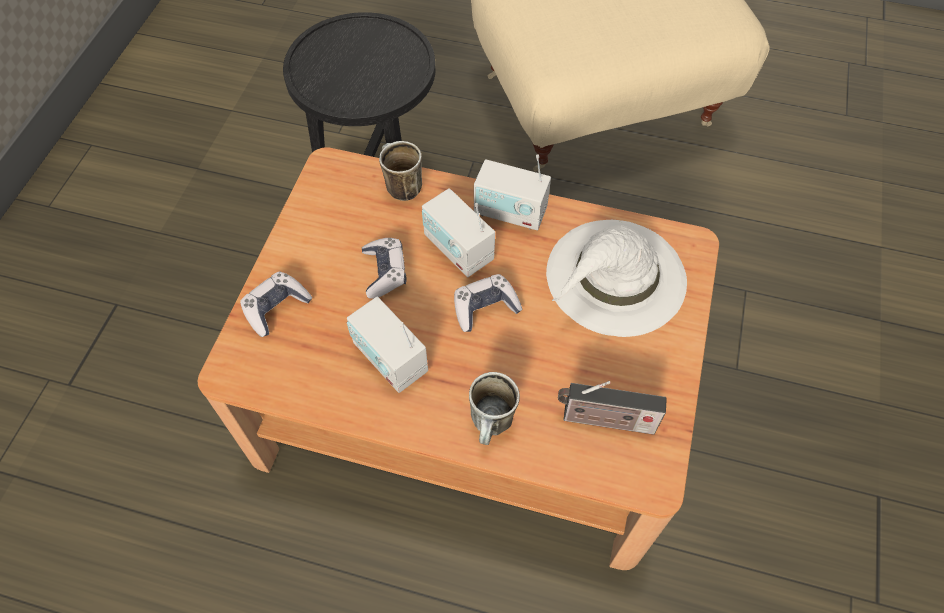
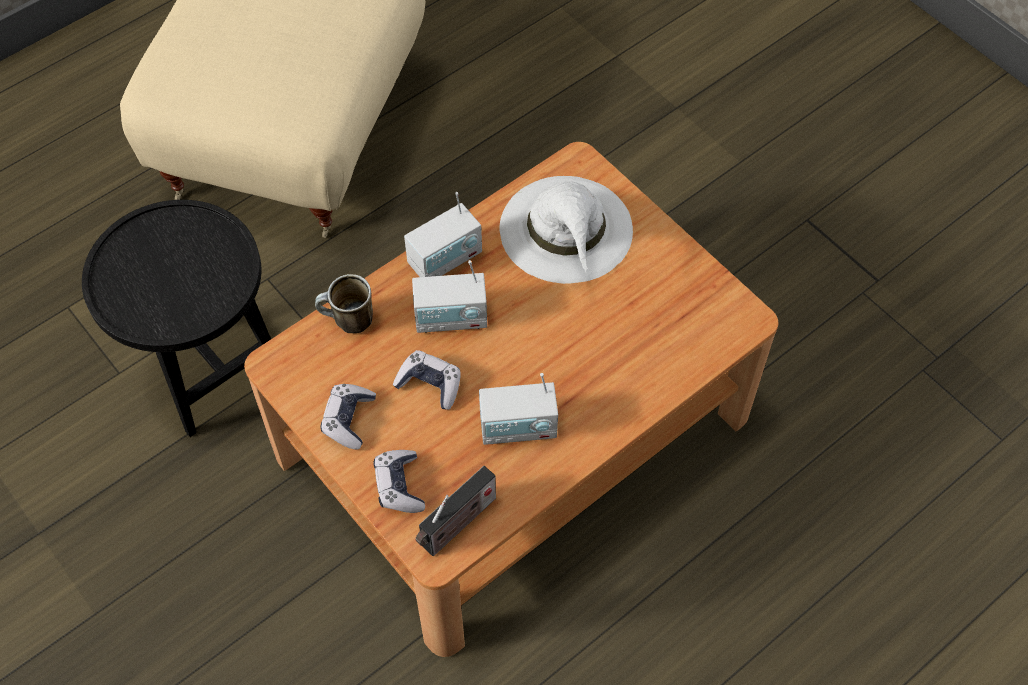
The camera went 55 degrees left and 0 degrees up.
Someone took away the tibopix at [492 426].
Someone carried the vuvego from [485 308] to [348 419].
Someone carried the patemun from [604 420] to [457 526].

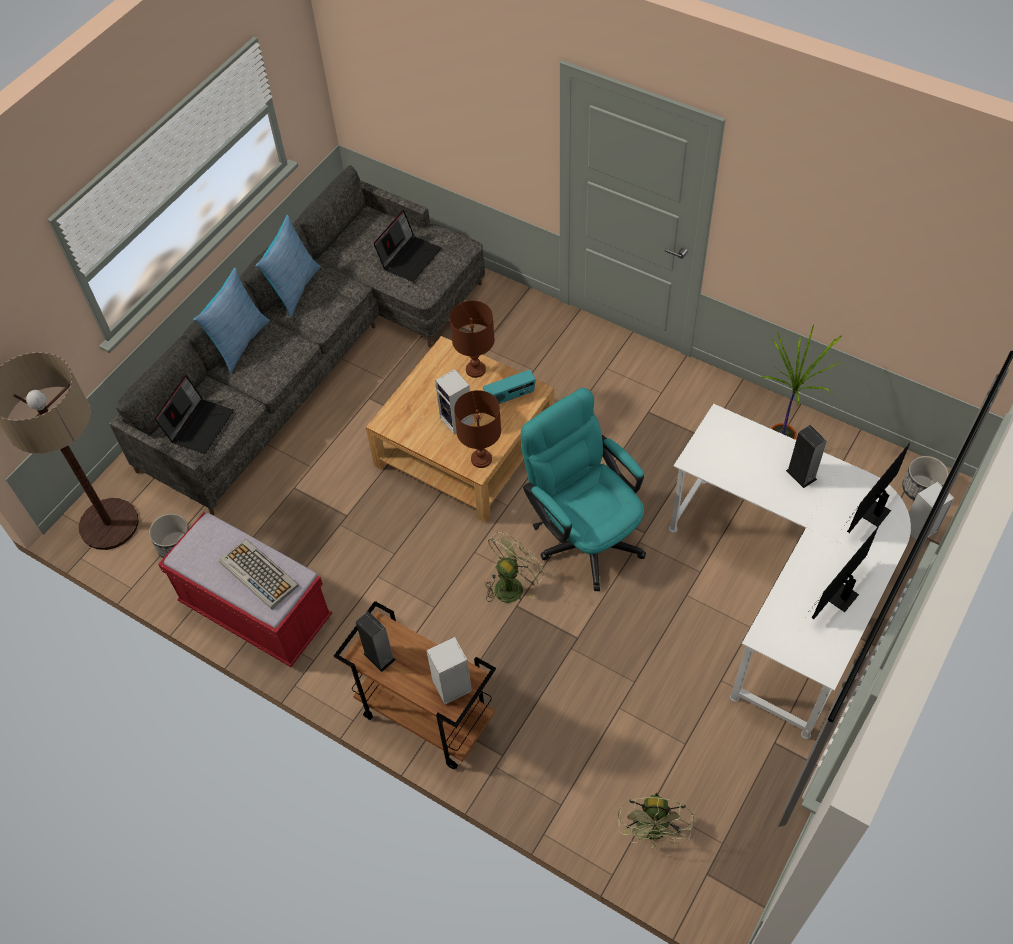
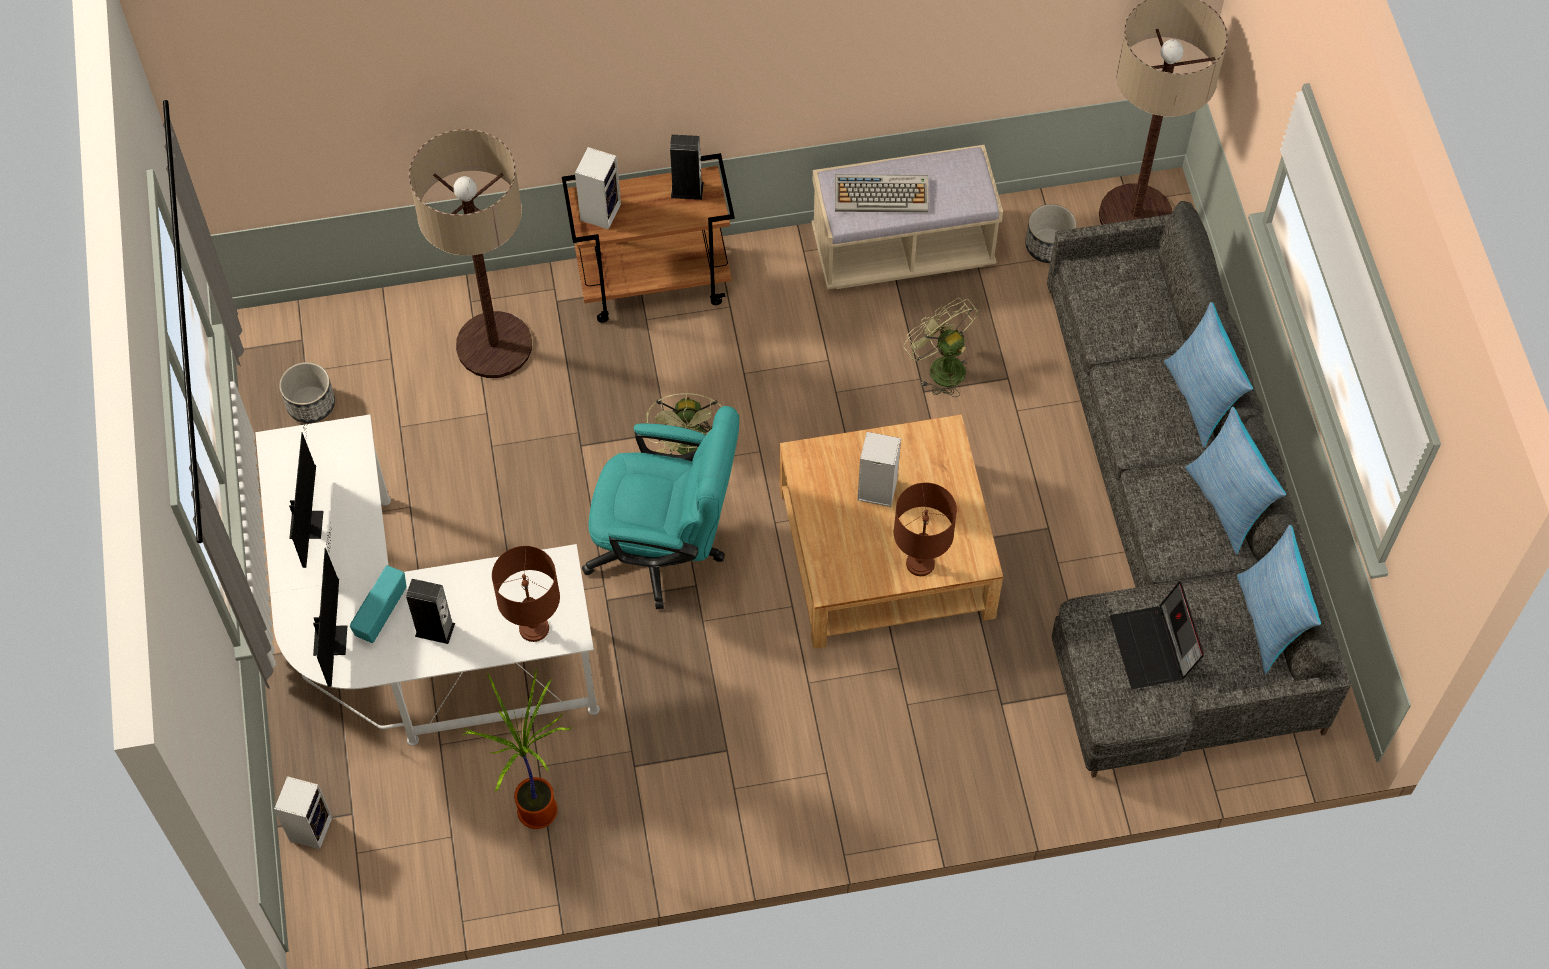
The camera went 135 degrees right and 5 degrees up.
Someone took away the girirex at [199 425].
Someone put down the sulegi at [494 345].
Someone put down the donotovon at [1269 621].
Someone carried the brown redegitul from [481 459] to [534 628].
Someone carried the patemun from [510 397] to [381 613].
Someone carried the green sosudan from [653 831] to [940 367].
Someone carried the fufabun from [921 488] to [310 404].
Someone repainted the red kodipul at [256 611], which became the beige kodipul at [902 249].

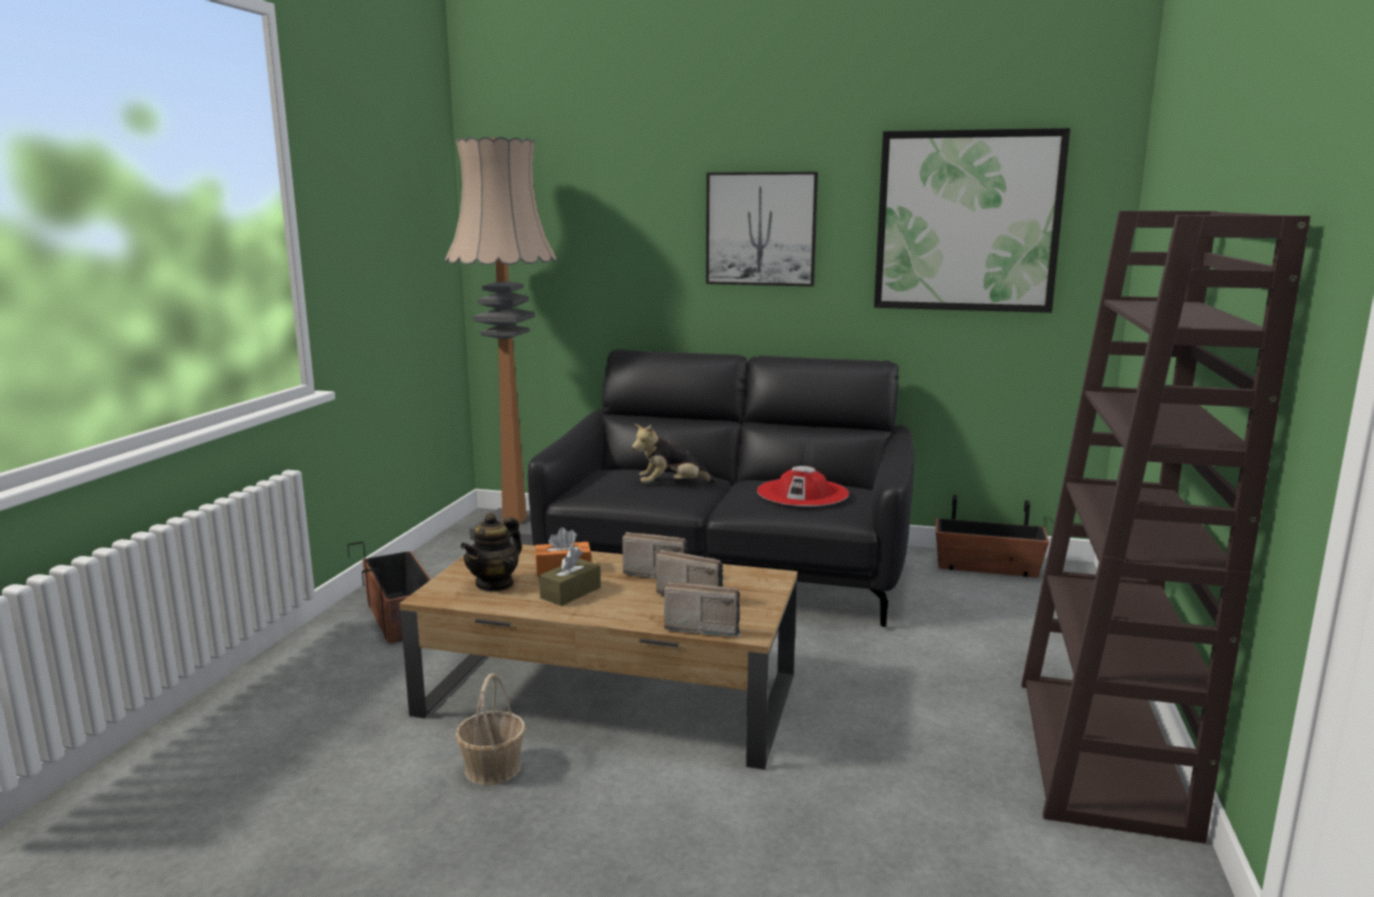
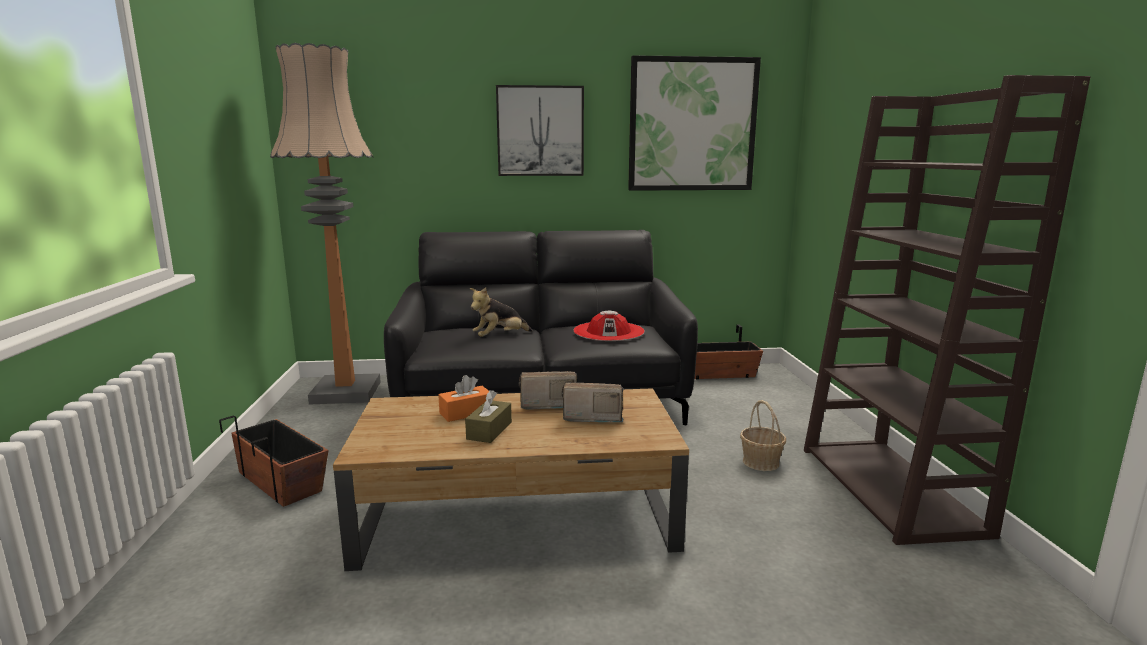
The camera went 20 degrees left and 0 degrees up.
Someone took away the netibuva at [495 584].
Someone took away the patemun at [701 627].
Someone carried the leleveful from [492 768] to [760 462].

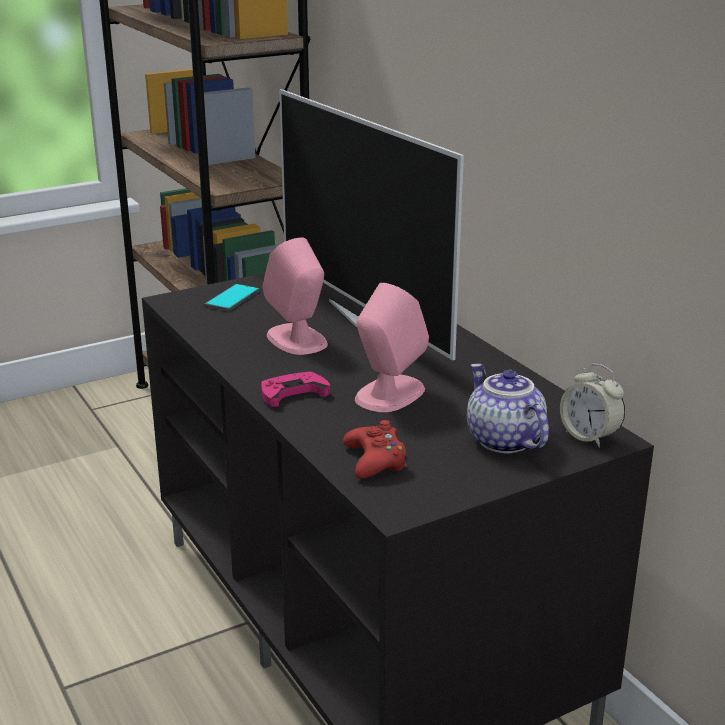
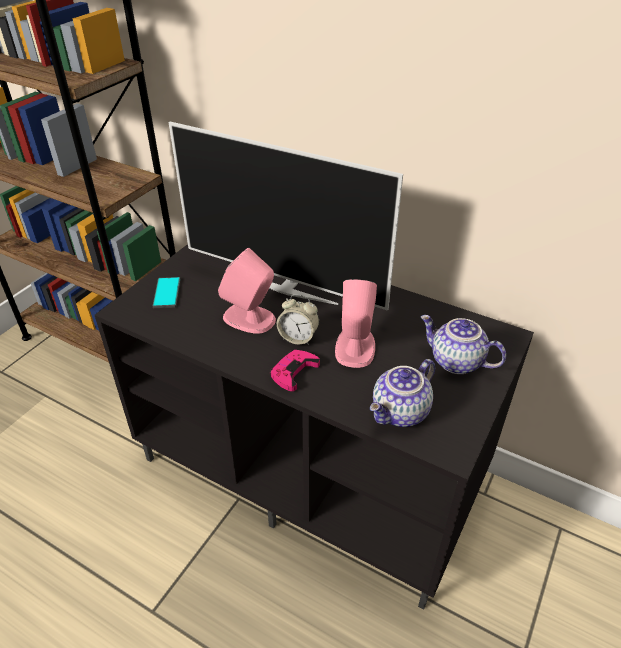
The camera went 30 degrees left and 15 degrees up.
Someone carried the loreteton from [589 436] to [298 337].
Someone swapped the red vuvego at [375 460] for the netibuva at [401 413].

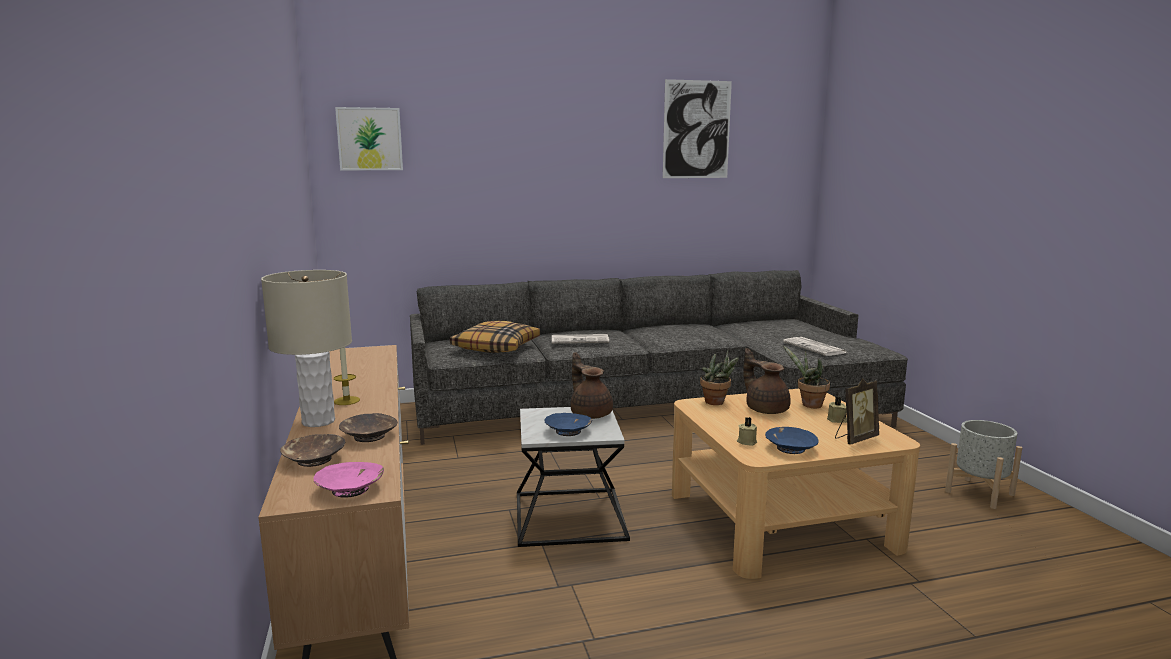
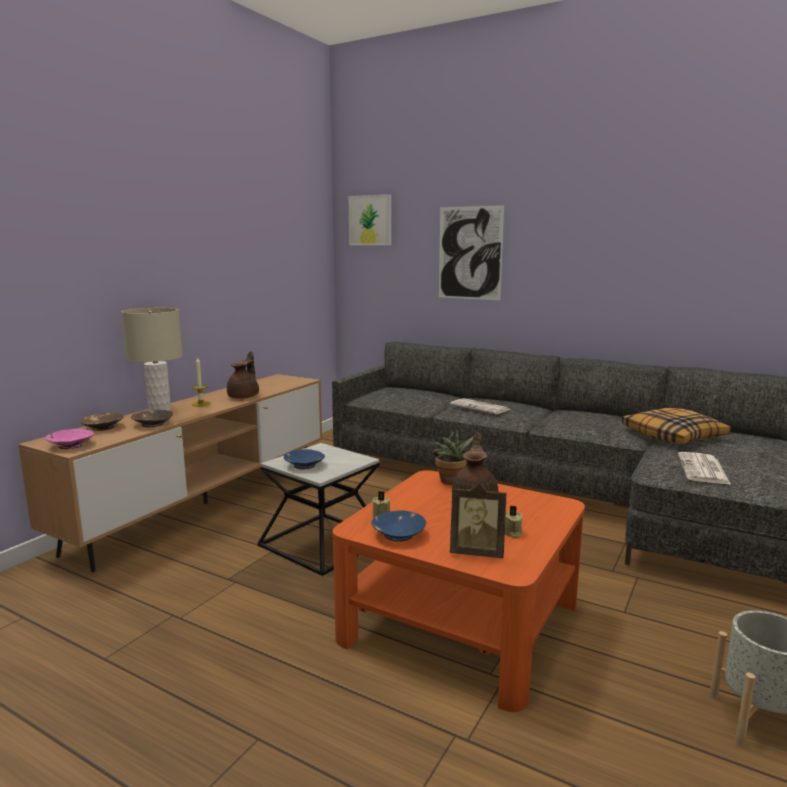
The camera went 45 degrees right and 0 degrees up.
Someone took away the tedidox at [808 405].
Someone carried the donotovon from [496 347] to [674 436].
Someone carried the brown netibuva from [590 413] to [244 396].
Someone carried the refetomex from [696 129] to [470 253].
Someone repainted the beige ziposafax at [780 519], which became the orange ziposafax at [462 621].

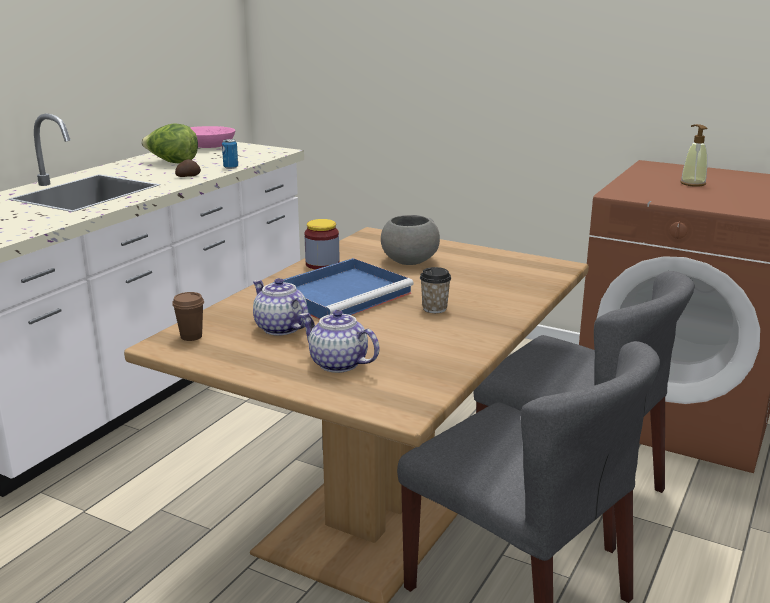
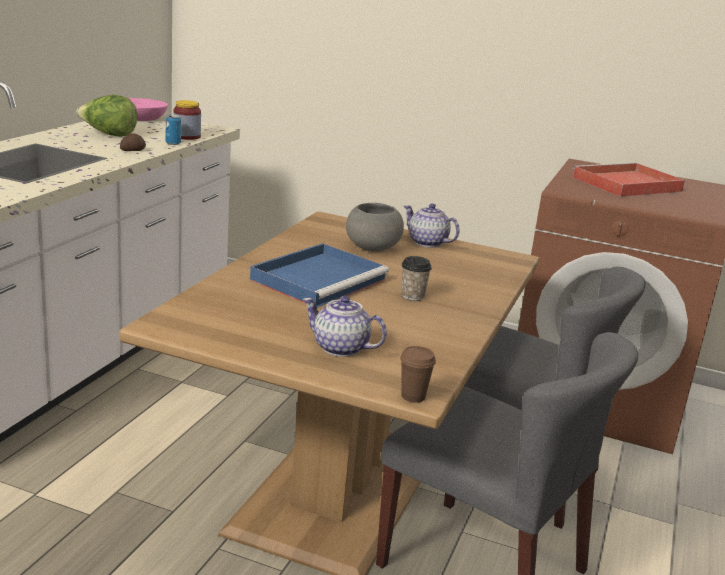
The camera went 10 degrees left and 0 degrees up.
Someone carried the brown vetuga from [191 336] to [413 396].
Someone carried the netibuva from [280 328] to [427 242].
Someone carried the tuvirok from [322 264] to [187 136].
Someone swapped the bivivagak at [692 183] for the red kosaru at [625 184].

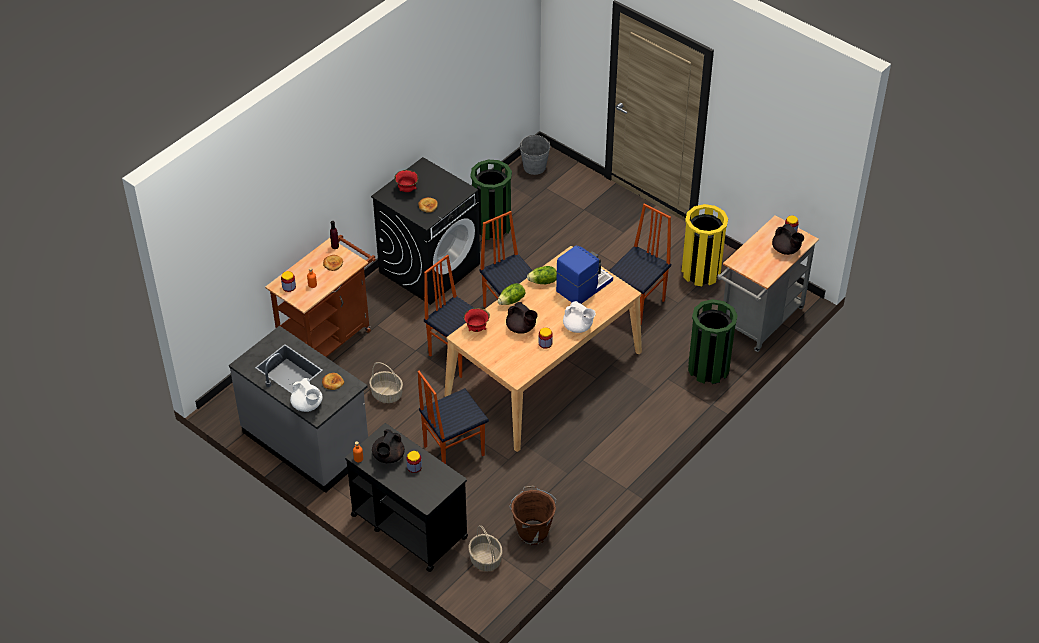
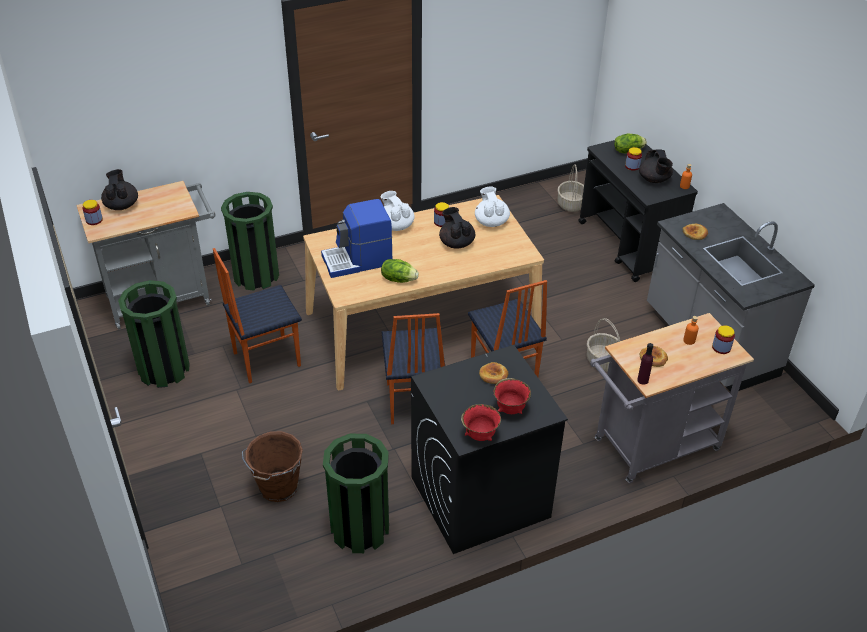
The camera went 155 degrees left and 5 degrees down.
Someone took away the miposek at [453 450].
Someone took away the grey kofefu at [534 167].
Someone carried the white netibuva from [307 405] to [491 222].
Someone carried the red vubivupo from [477 328] to [480 435].
Someone carried the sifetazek from [512 301] to [628 151].
Someone carried the brown kofefu from [533 531] to [278 488].
Someone repainted the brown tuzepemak at [329 338], which became the grey tuzepemak at [650 448].
Someone repainted the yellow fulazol at [701 272], which became the green fulazol at [164 369].
Someone rotated the black netibuva at [388 457] by 120 degrees clockwise.

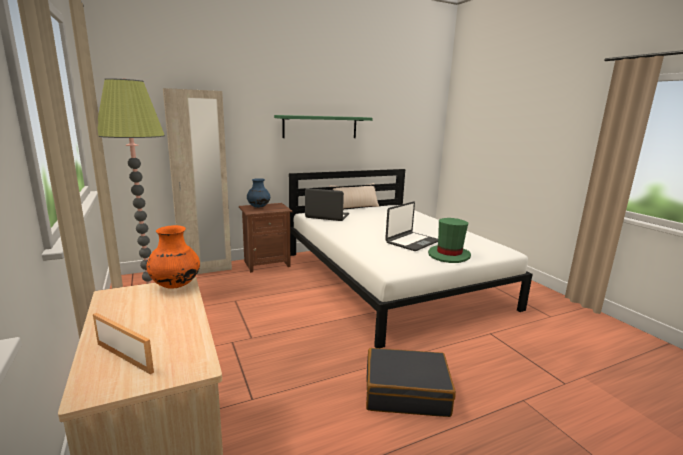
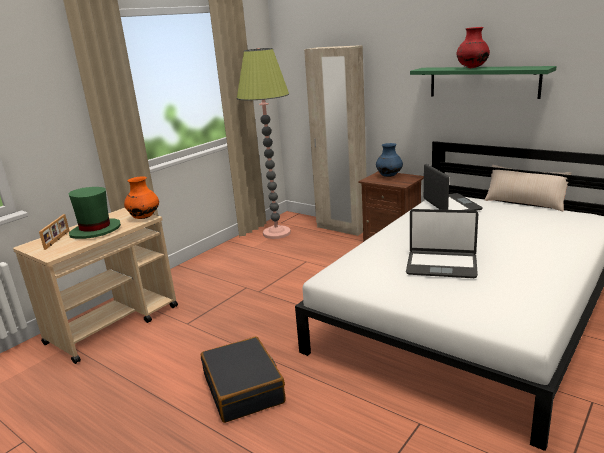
The camera went 65 degrees right and 5 degrees up.
Someone put down the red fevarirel at [472 68].
Someone carried the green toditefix from [449 255] to [95 231].

